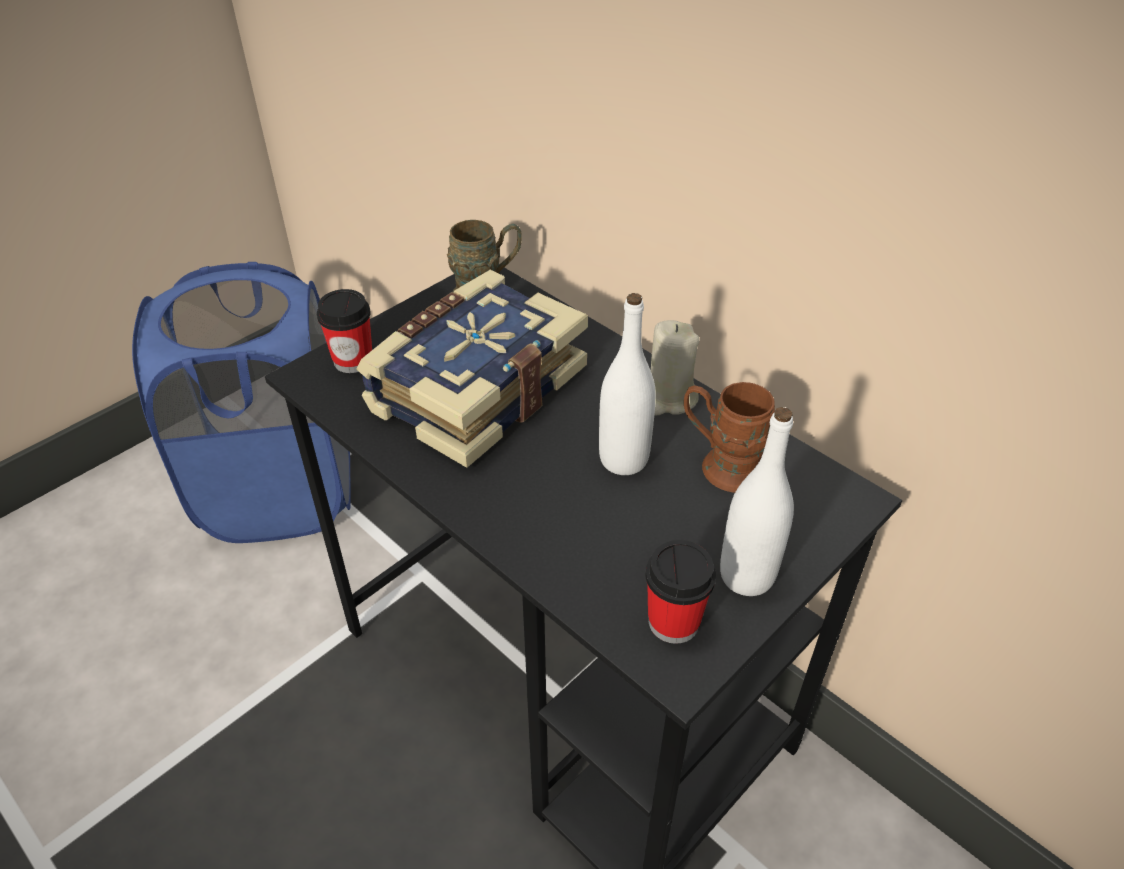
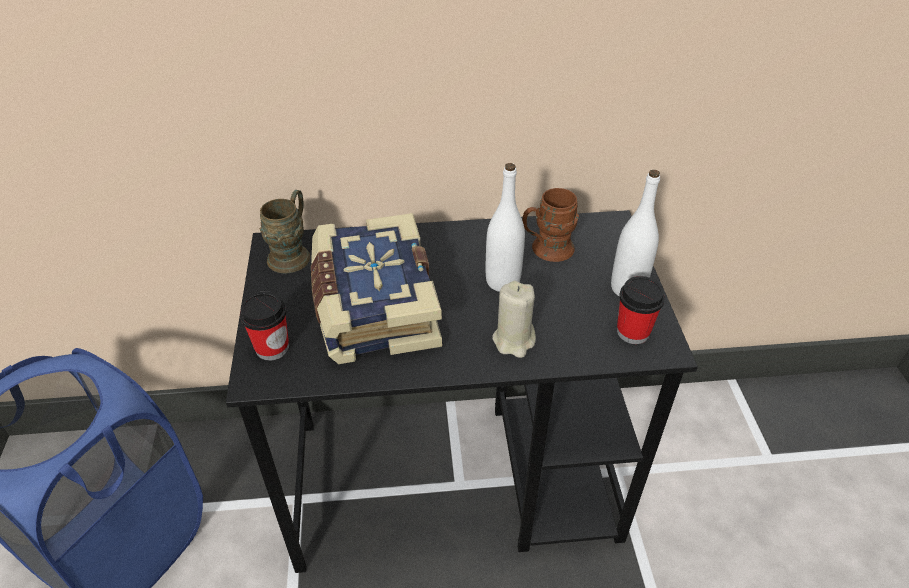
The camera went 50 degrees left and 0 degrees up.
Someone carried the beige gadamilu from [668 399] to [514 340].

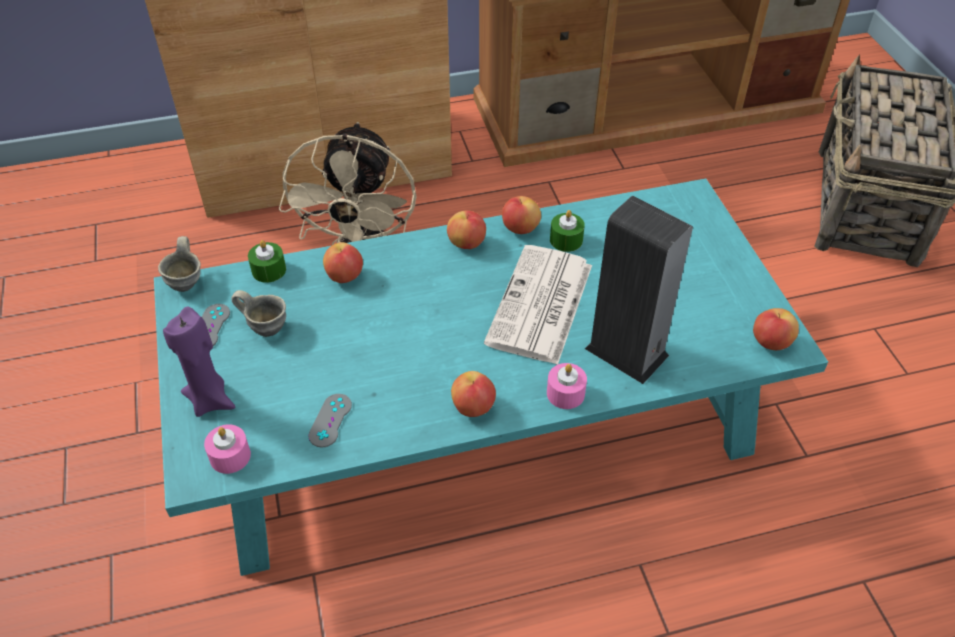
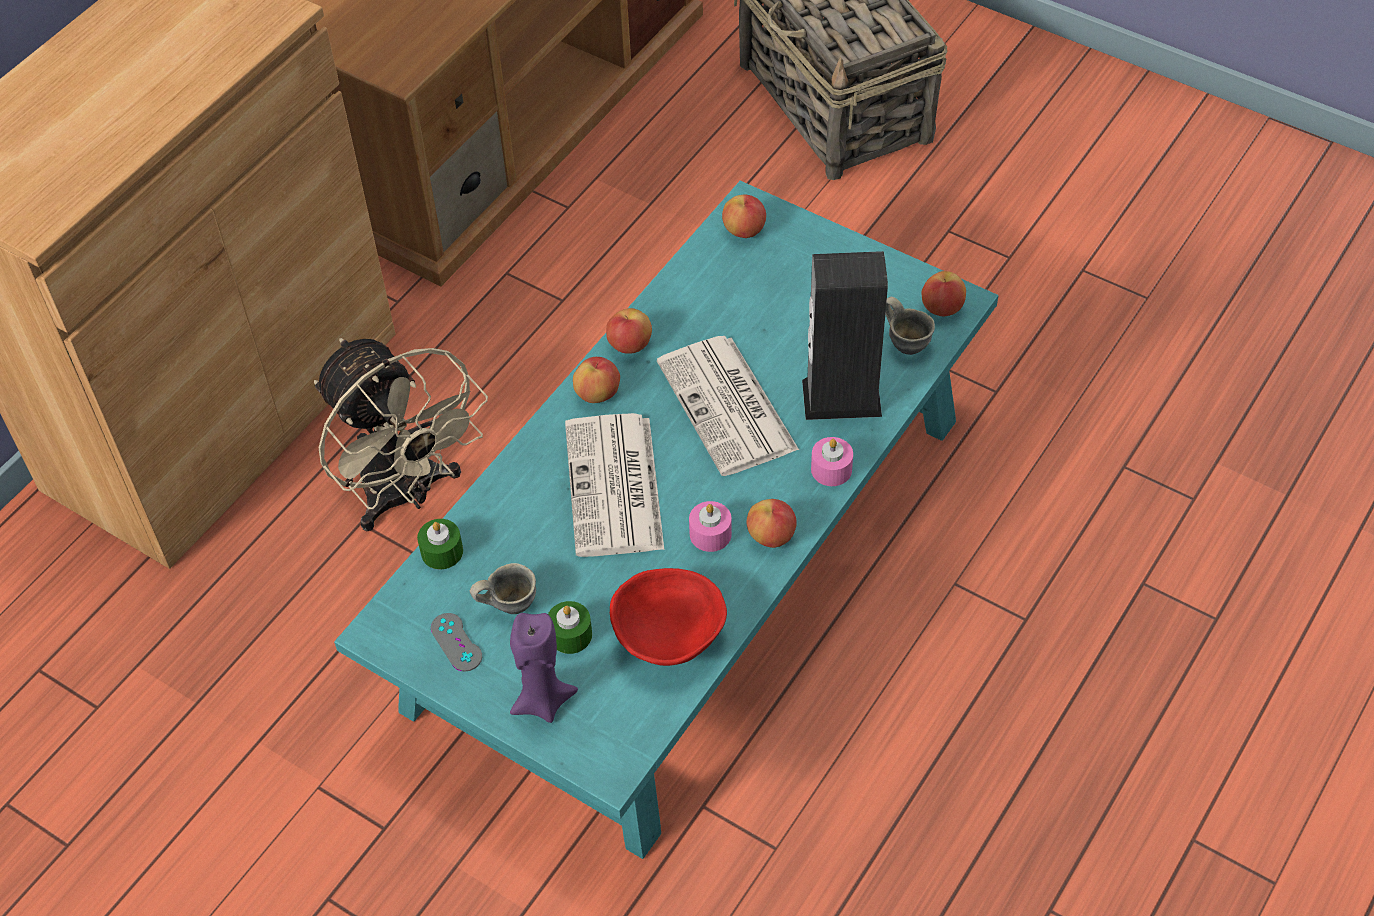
The camera went 40 degrees left and 5 degrees up.
Someone put down the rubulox at [615 488].
Someone carried the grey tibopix from [188 282] to [907 342].
Someone carried the pink gadamilu from [230 456] to [710 534].
Someone carried the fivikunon from [345 276] to [744 230].
Someone carried the green gadamilu from [566 240] to [570 635].
Someone swapped the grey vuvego at [330 420] for the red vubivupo at [668 637].

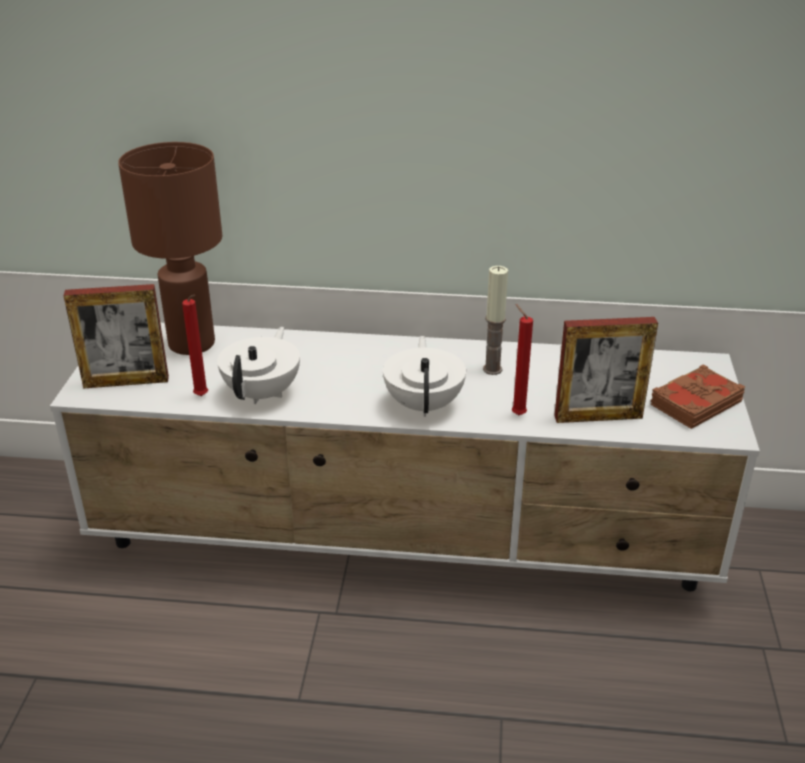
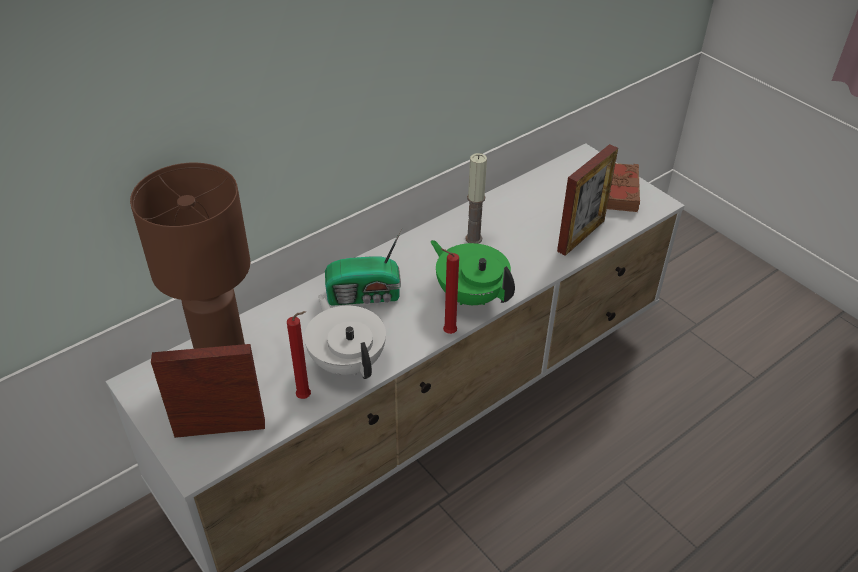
The camera went 45 degrees left and 10 degrees up.
Someone put down the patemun at [365 296].
Someone carried the red gadamilu from [516 414] to [447 332].
Someone repainted the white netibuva at [424 404], which became the green netibuva at [471 295].
Someone rotated the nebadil at [126 382] by 135 degrees counterclockwise.

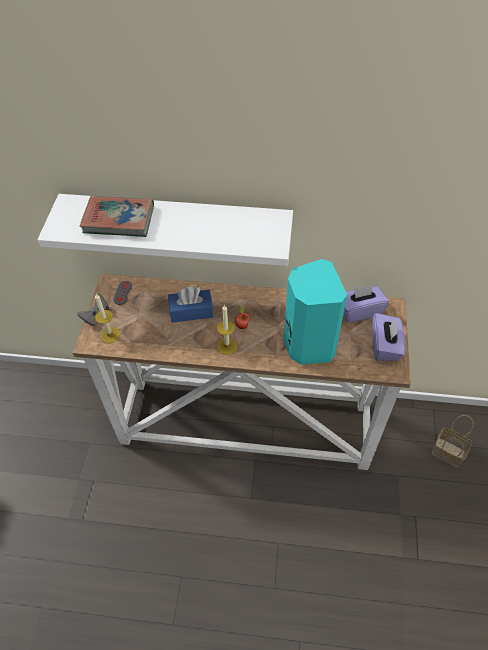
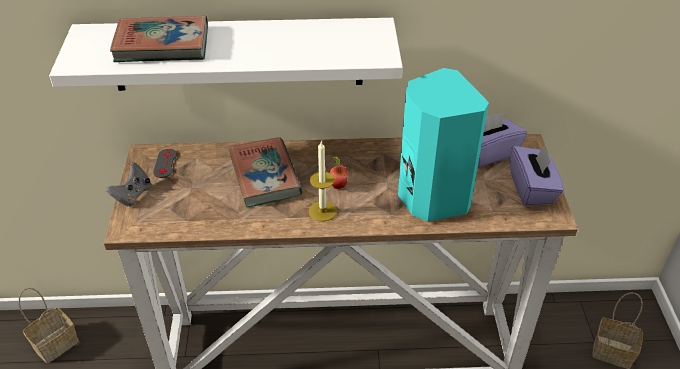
The camera went 10 degrees left and 10 degrees down.
Someone took away the gadamilu at [110 335].
Someone put down the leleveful at [55 345].
Someone swapped the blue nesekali at [191 311] for the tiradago at [265 176].

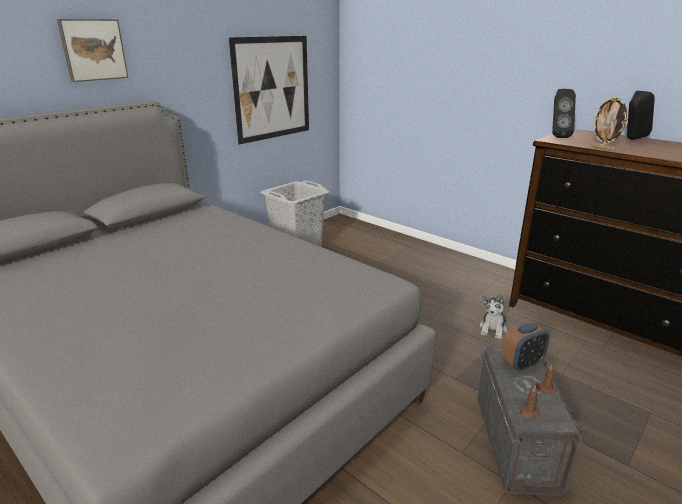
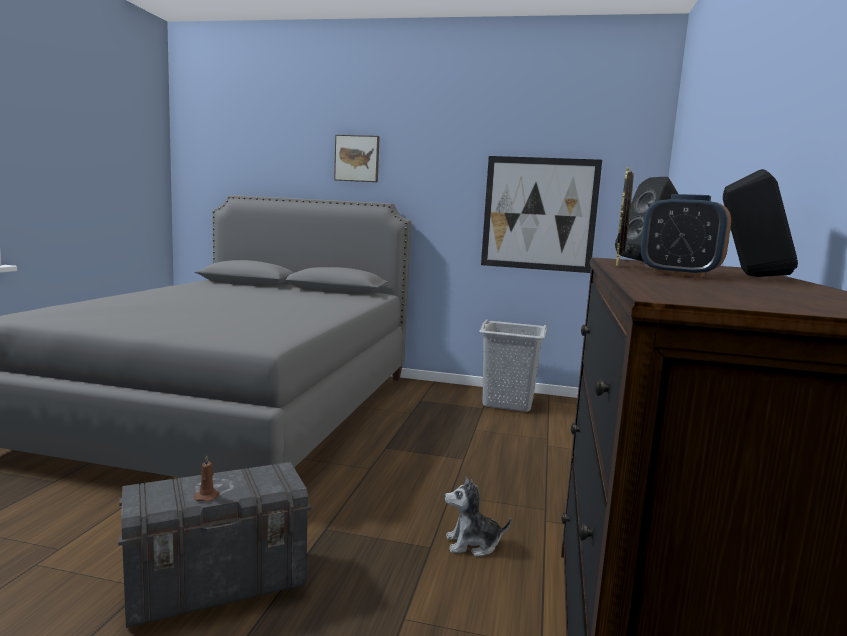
The camera went 60 degrees right and 15 degrees down.
Someone took away the brown gadamilu at [528 412].
Someone carried the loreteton from [521 364] to [679 274].

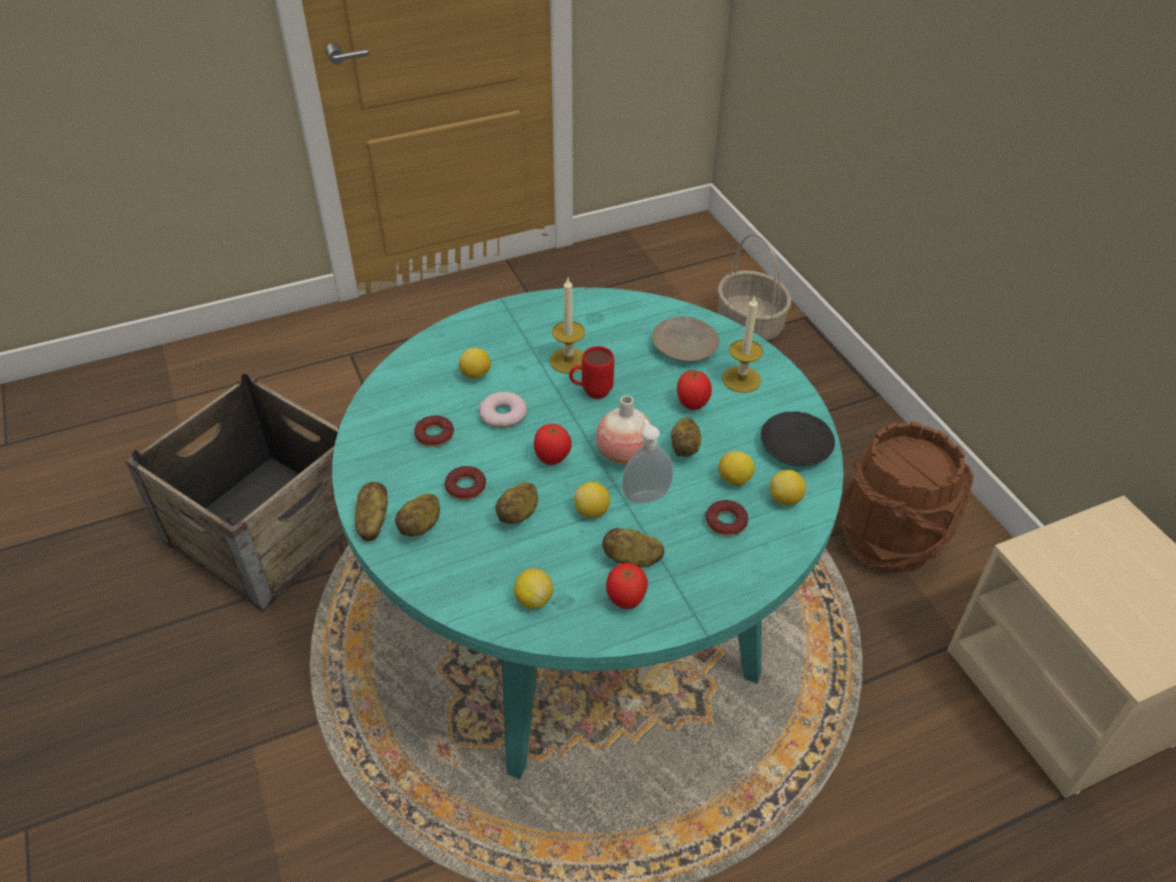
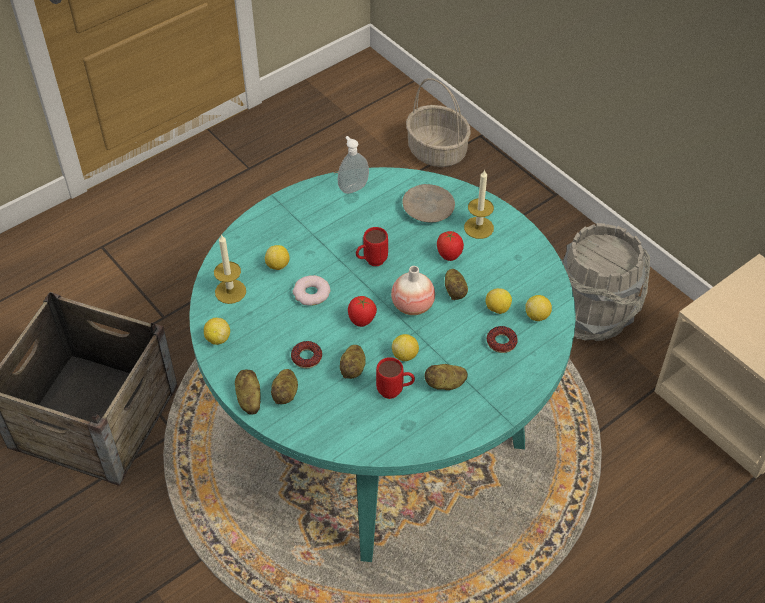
The camera went 15 degrees left and 5 degrees up.
Someone took away the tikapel at [434 435].
Someone took away the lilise at [625 600].
Someone took away the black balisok at [796 445].
Someone put down the red tibopix at [395 392].
Someone carried the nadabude from [533 599] to [218 338].
Someone carried the gadamilu from [568 360] to [230 291].
Someone carried the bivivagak from [645 495] to [352 187].
Someone repainted the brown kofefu at [889 540], which became the grey kofefu at [593 315].

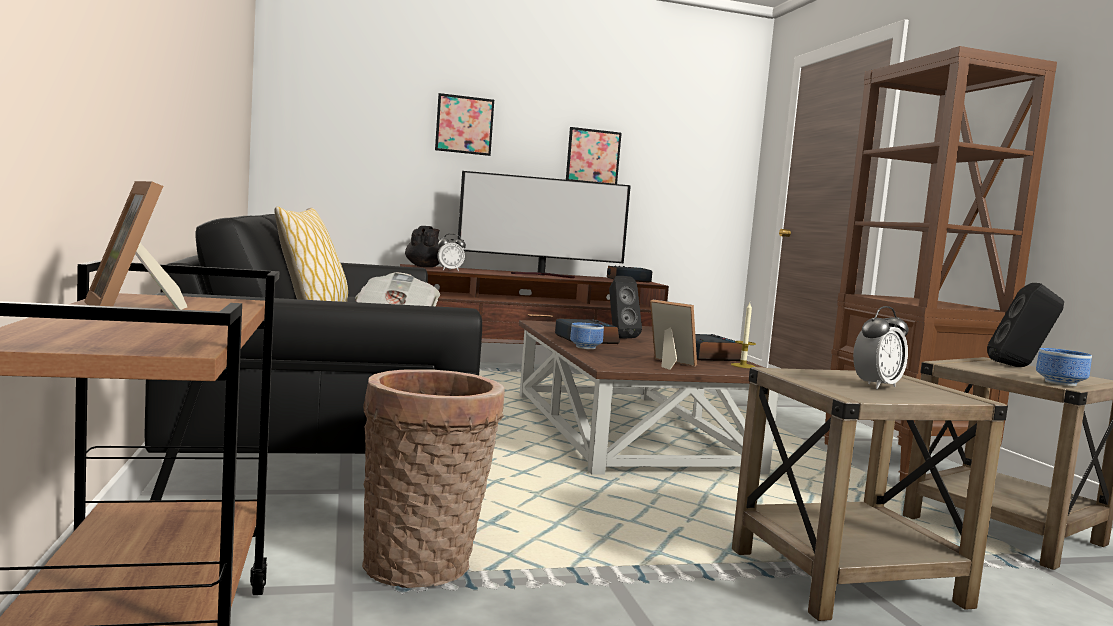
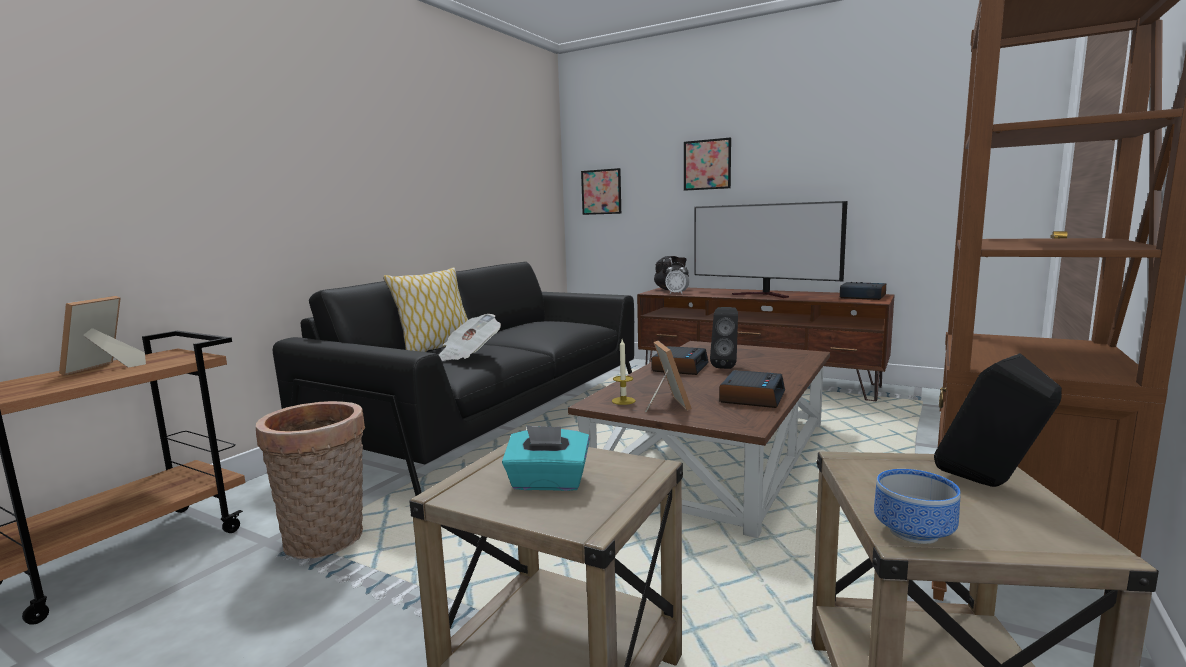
The camera went 45 degrees right and 5 degrees up.
Someone took away the vubivupo at [586 347].
Someone carried the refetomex from [593 156] to [601 192].
Someone carried the gadamilu from [743 365] to [623 401].
Someone swapped the loreteton at [876 386] for the turquoise nesekali at [548 483].

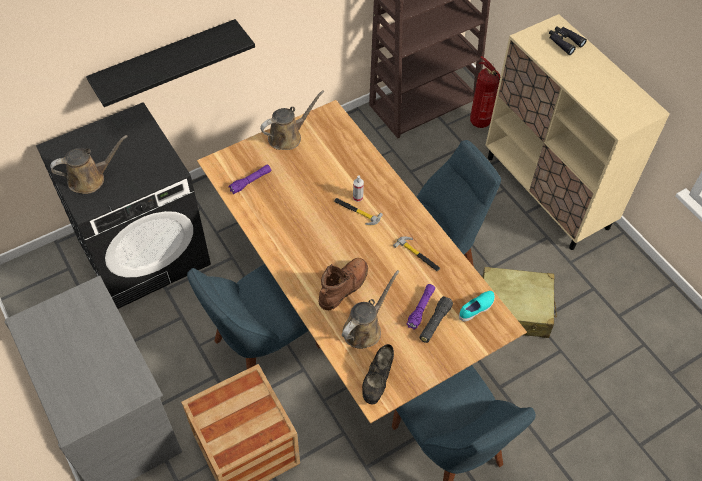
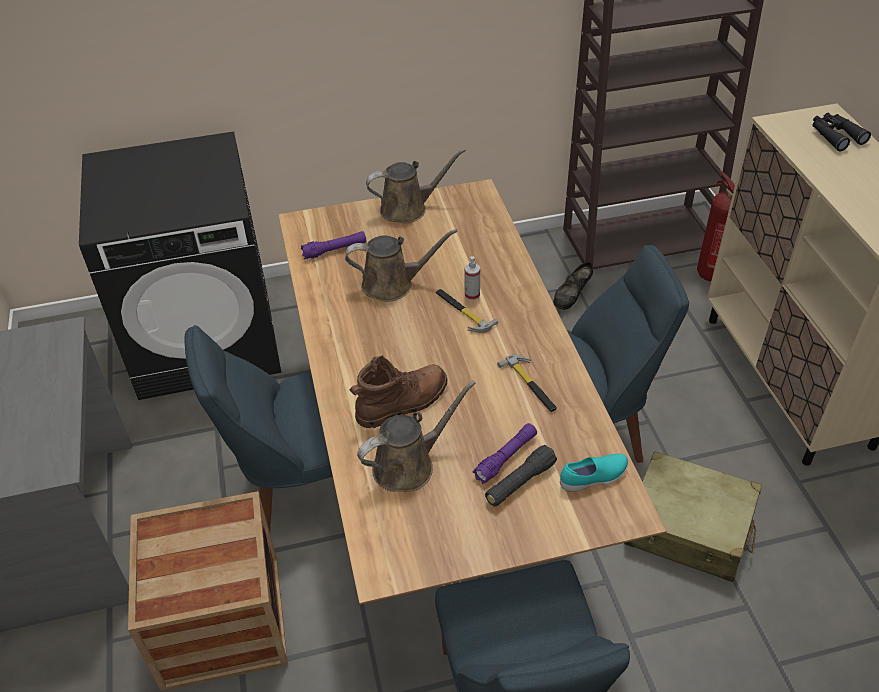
The camera went 20 degrees right and 10 degrees down.
Someone took away the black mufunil at [166 61].
Someone carried the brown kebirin from [90 178] to [393 284].
Someone carried the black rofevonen from [377 380] to [571 297].

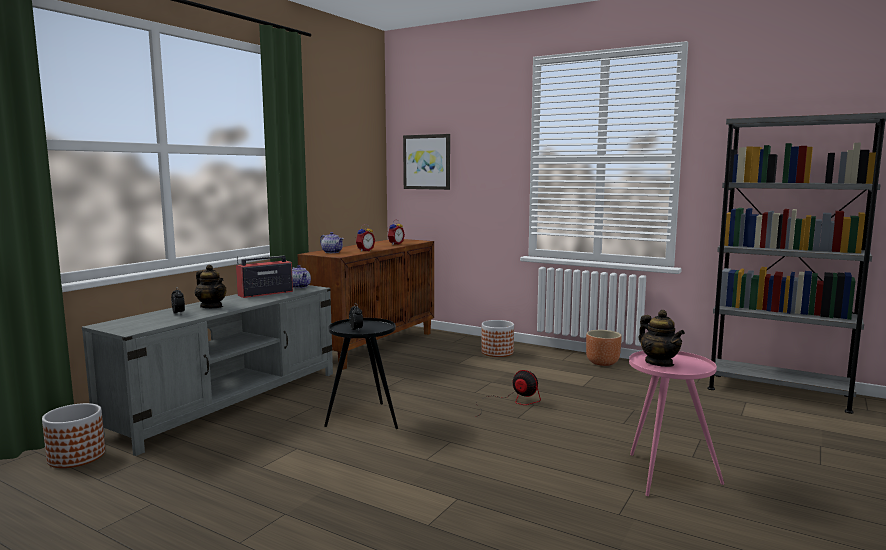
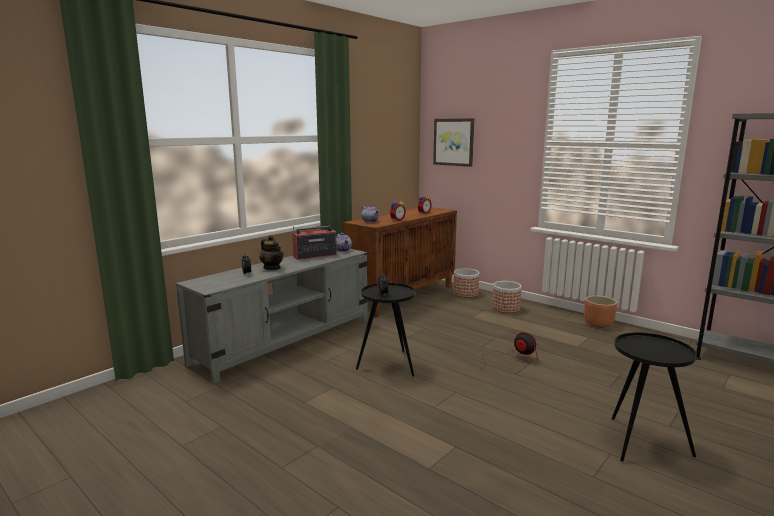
The camera went 10 degrees right and 5 degrees up.
Someone took away the netibuva at [659 363].
Someone carried the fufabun from [77 457] to [465 294].
Someone repainted the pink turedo at [665 475], which became the black turedo at [641 442].

